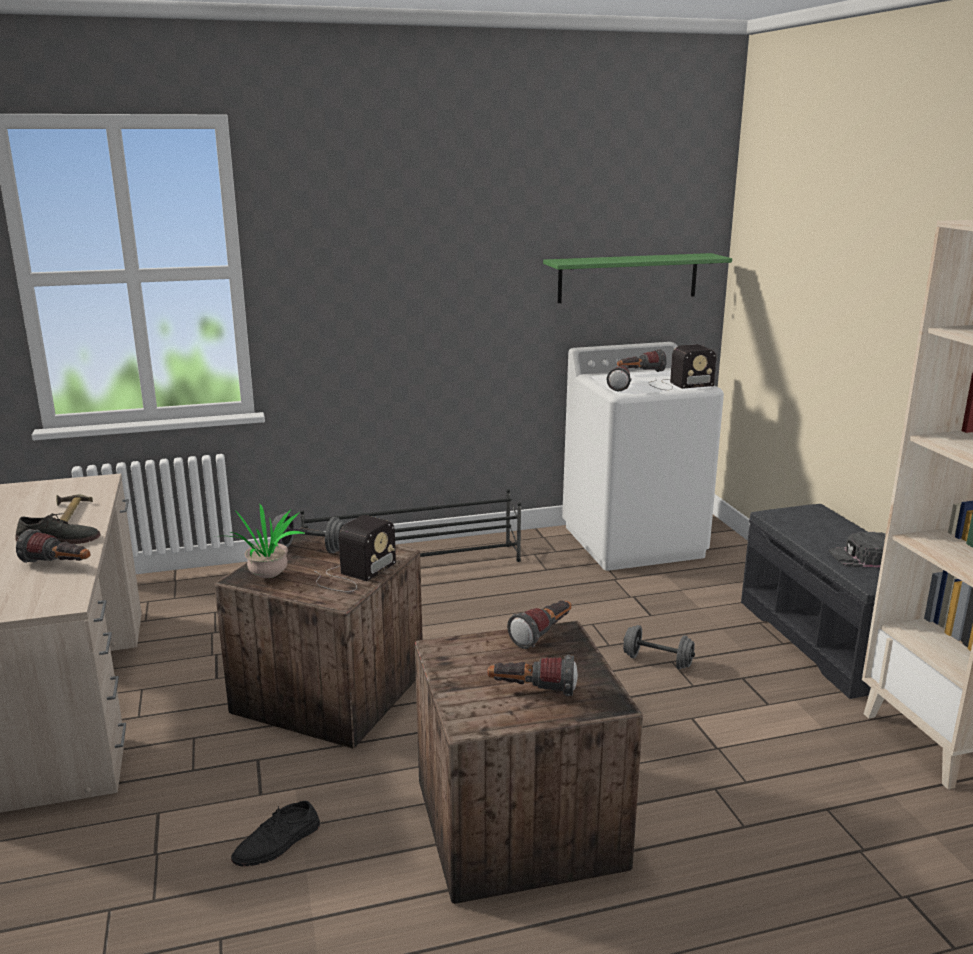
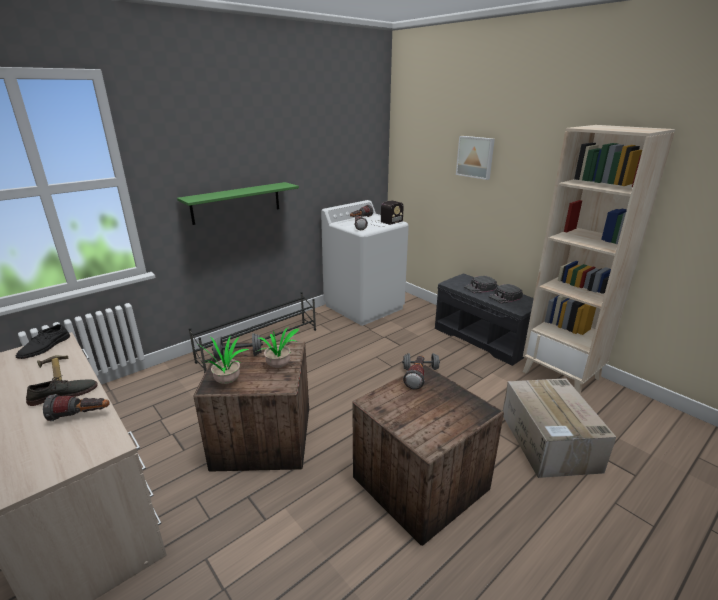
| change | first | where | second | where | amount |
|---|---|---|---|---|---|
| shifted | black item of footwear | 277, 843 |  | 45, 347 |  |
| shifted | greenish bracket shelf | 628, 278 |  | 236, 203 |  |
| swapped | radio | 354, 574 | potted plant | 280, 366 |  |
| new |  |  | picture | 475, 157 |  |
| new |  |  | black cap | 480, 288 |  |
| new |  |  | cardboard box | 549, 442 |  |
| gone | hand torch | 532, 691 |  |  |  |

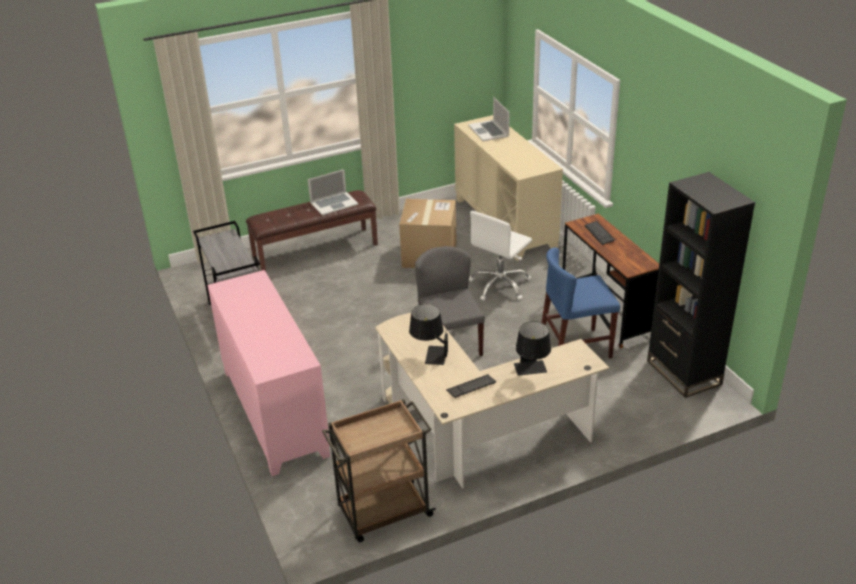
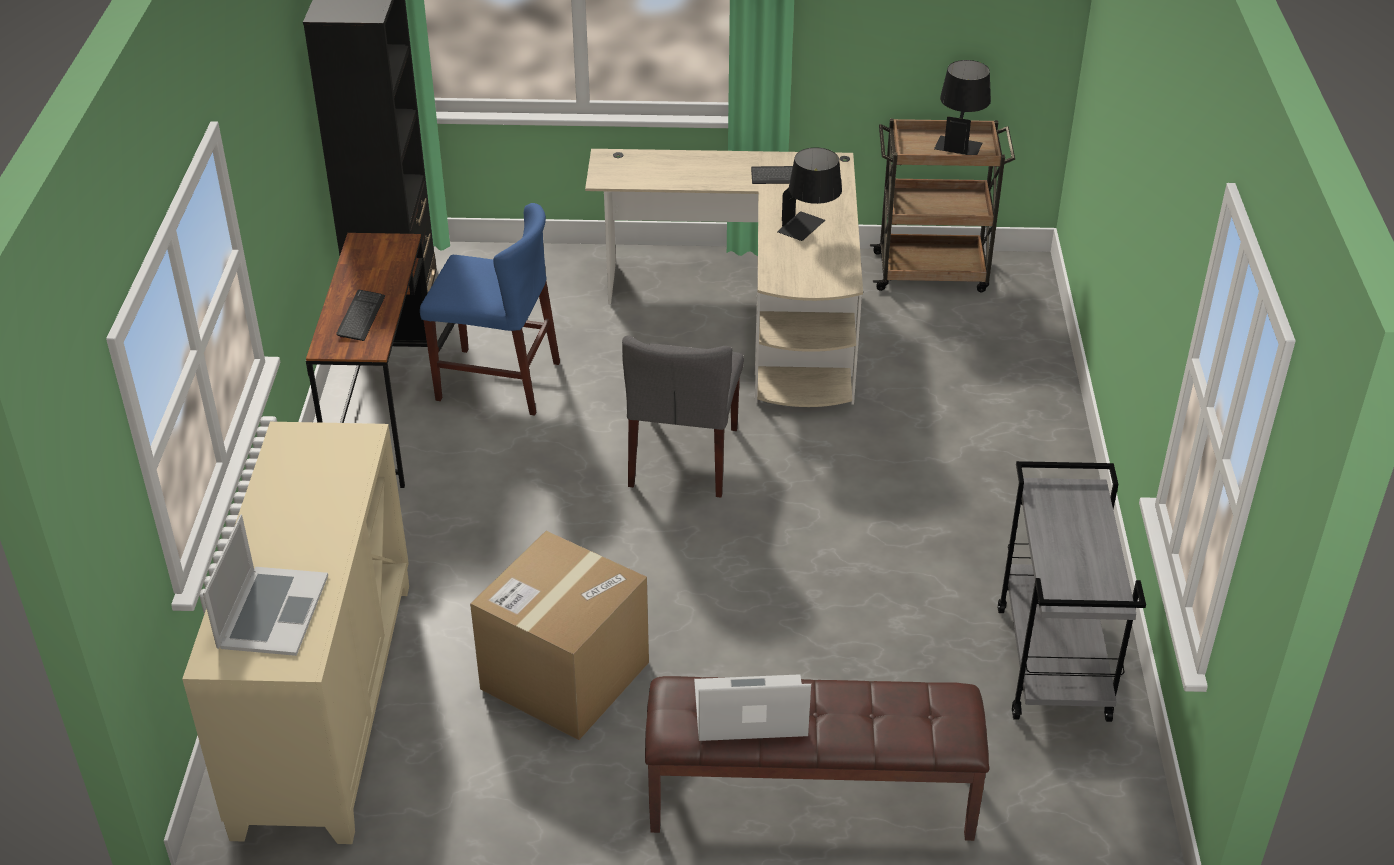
| change | first | where | second | where | amount |
|---|---|---|---|---|---|
| shifted | black lamp for a table | 532, 372 |  | 960, 141 |  |
| gone | pinkish storage cabinet | 273, 412 |  |  |  |
| gone | white office chair | 500, 285 |  |  |  |

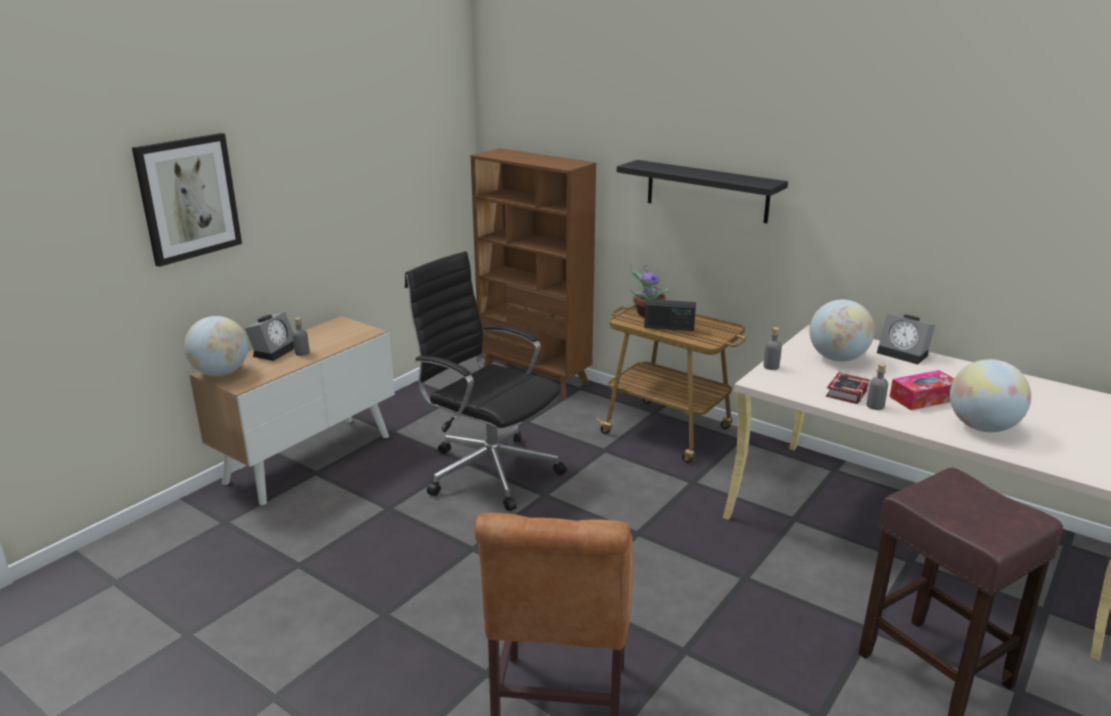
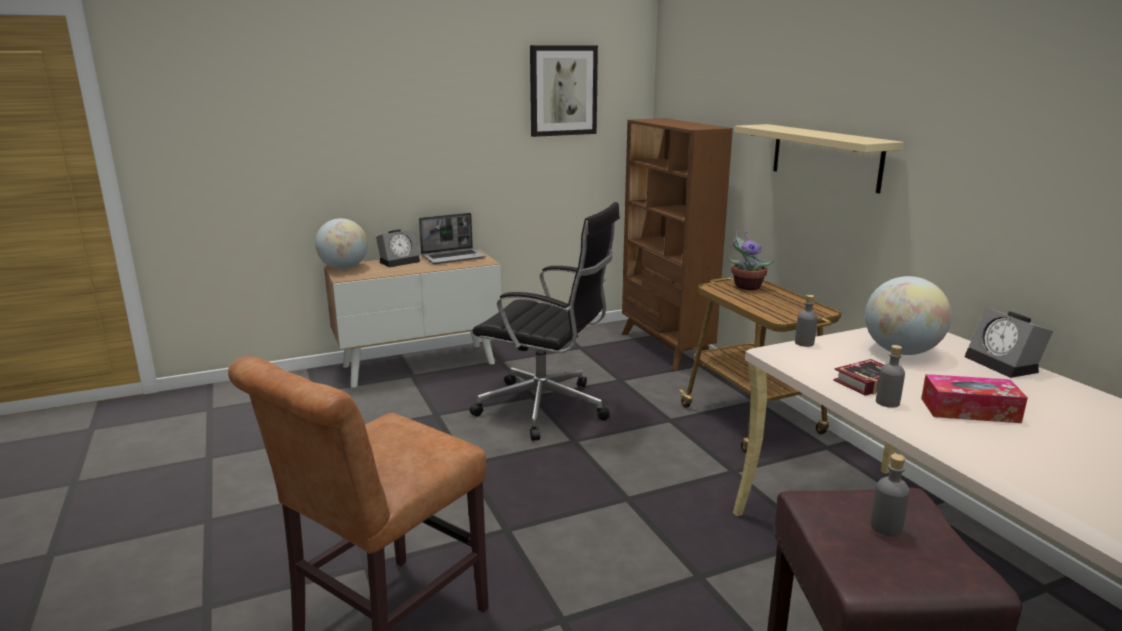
| change | first | where | second | where | amount |
|---|---|---|---|---|---|
| new |  |  | notebook computer | 454, 257 |  |
| rotated | black office chair | 489, 470 |  | 546, 409 | 135 degrees clockwise |
| shifted | picture | 188, 198 |  | 563, 90 |  |
| repainted | black bracket shelf | 707, 191 | beige-coloured bracket shelf | 825, 156 |  |
| shifted | gray drink bottle | 302, 353 |  | 886, 527 |  |
| gone | radio | 669, 327 |  |  |  |
| gone | globe | 982, 427 |  |  |  |

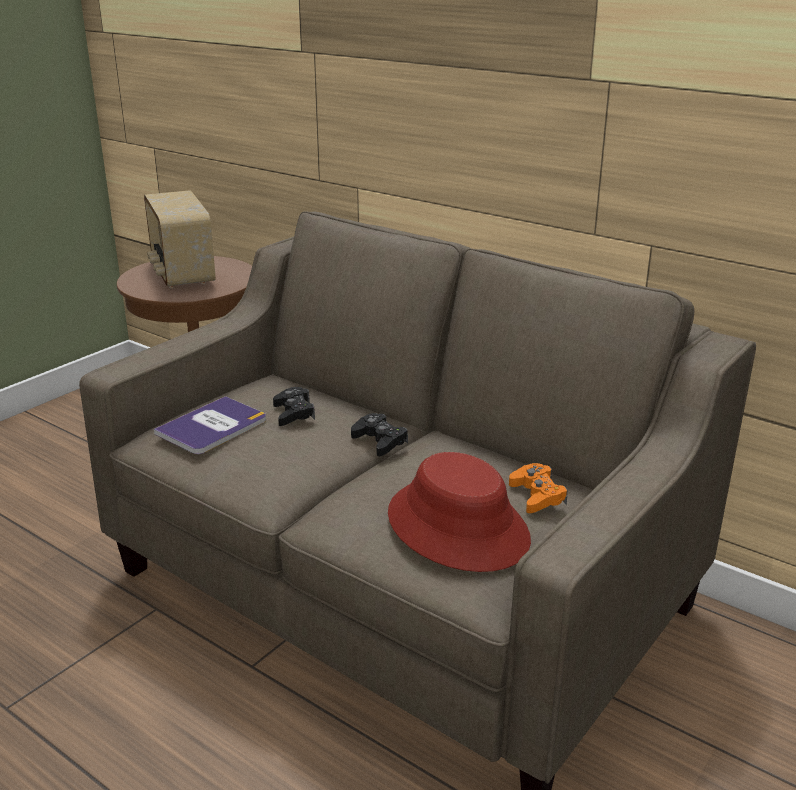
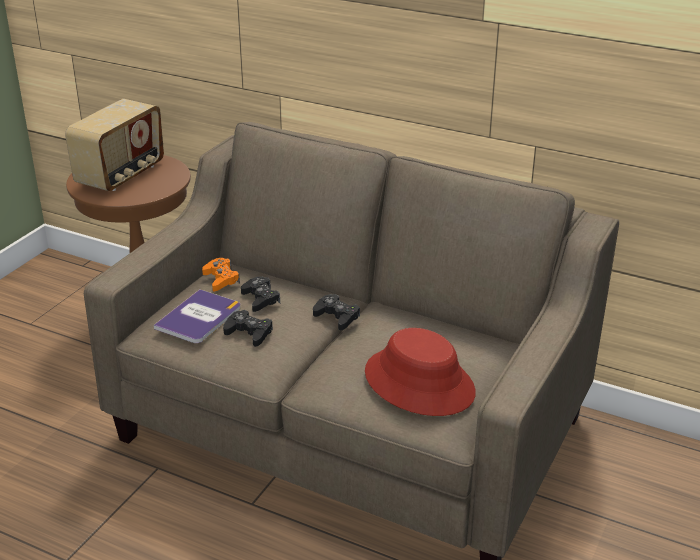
| change | first | where | second | where | amount |
|---|---|---|---|---|---|
| rotated | radio | 181, 274 |  | 122, 175 | 120 degrees counterclockwise |
| shifted | orange-coloured gamepad | 537, 495 |  | 221, 279 |  |
| new |  |  | black gamepad | 249, 333 |  |

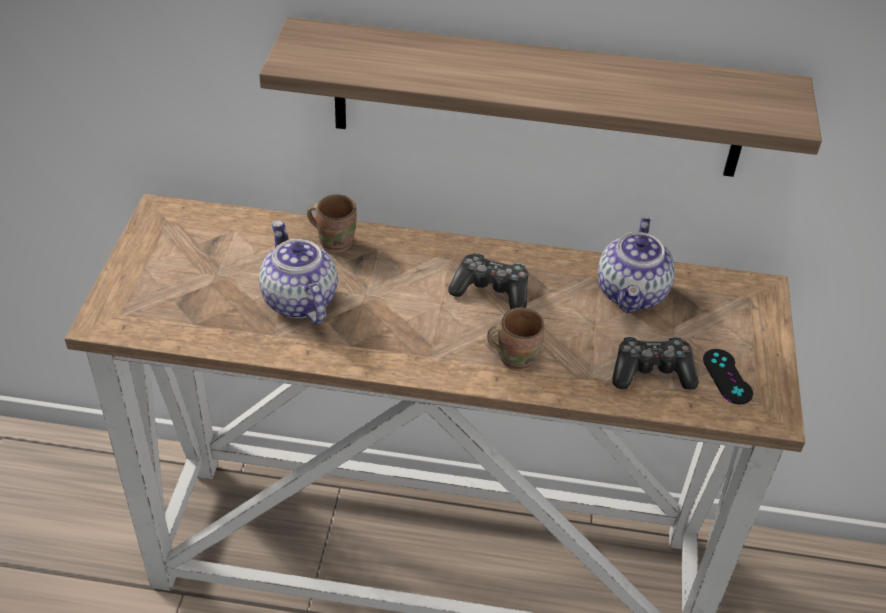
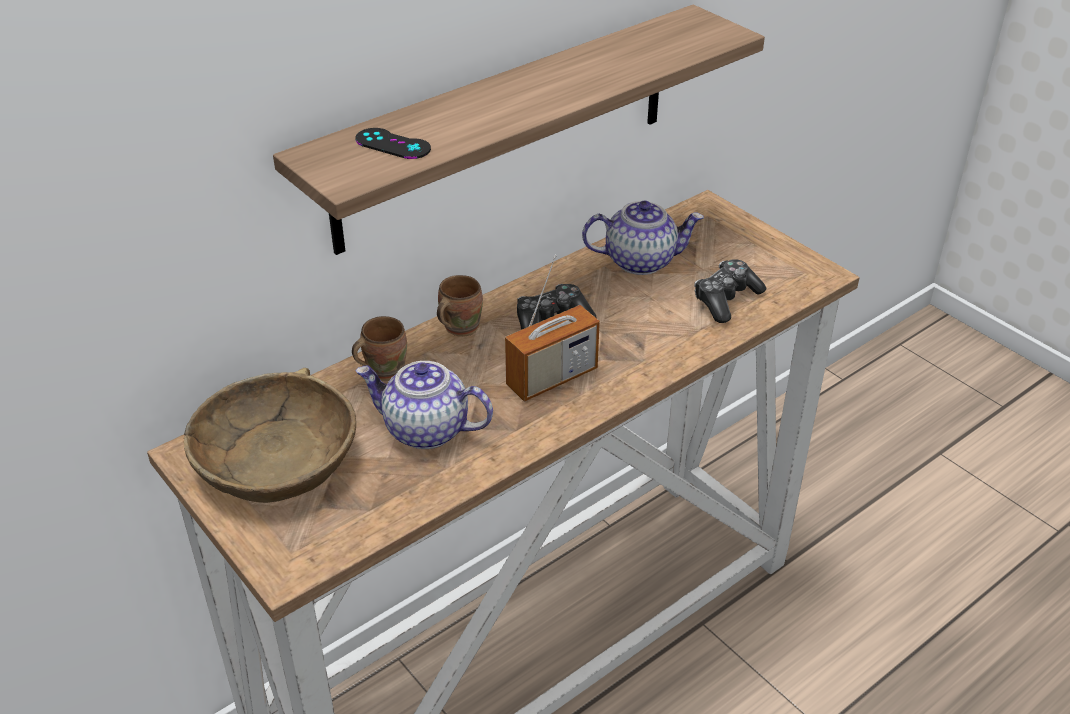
| change | first | where | second | where | amount |
|---|---|---|---|---|---|
| new |  |  | brown serving bowl | 275, 457 |  |
| shifted | black gamepad | 727, 376 |  | 393, 144 |  |
| shifted | brown coffee mug | 514, 357 |  | 458, 327 |  |
| new |  |  | radio | 552, 378 |  |
| rotated | tea pot | 632, 293 |  | 640, 260 | 60 degrees counterclockwise |

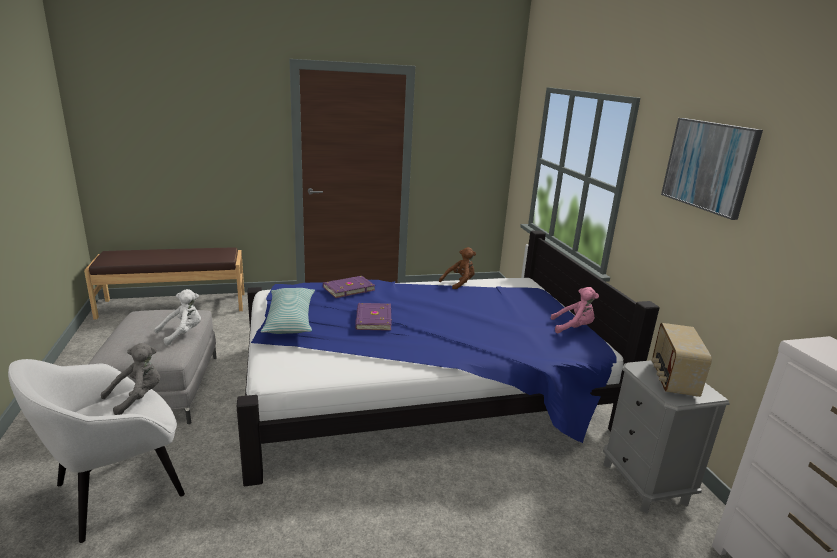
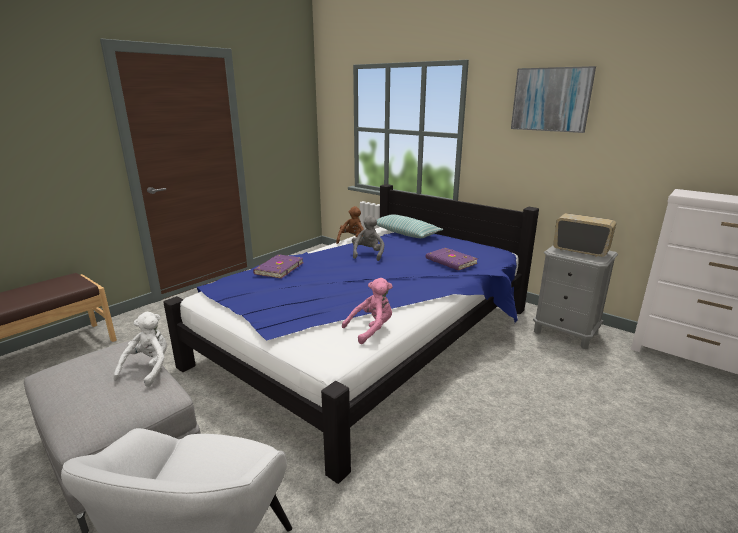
| change | first | where | second | where | amount |
|---|---|---|---|---|---|
| shifted | pinkish soft toy | 573, 328 |  | 371, 329 |  |
| shifted | gray soft toy | 137, 397 |  | 368, 254 |  |
| shifted | pillow | 290, 319 |  | 405, 233 |  |
| shifted | purple book | 372, 319 |  | 450, 261 |  |
| rotated | radio | 672, 380 |  | 580, 251 | 150 degrees clockwise |

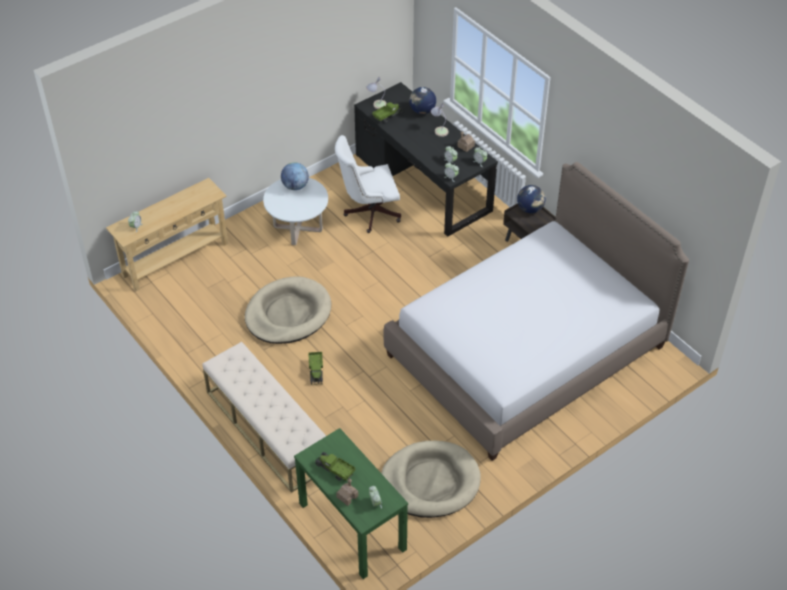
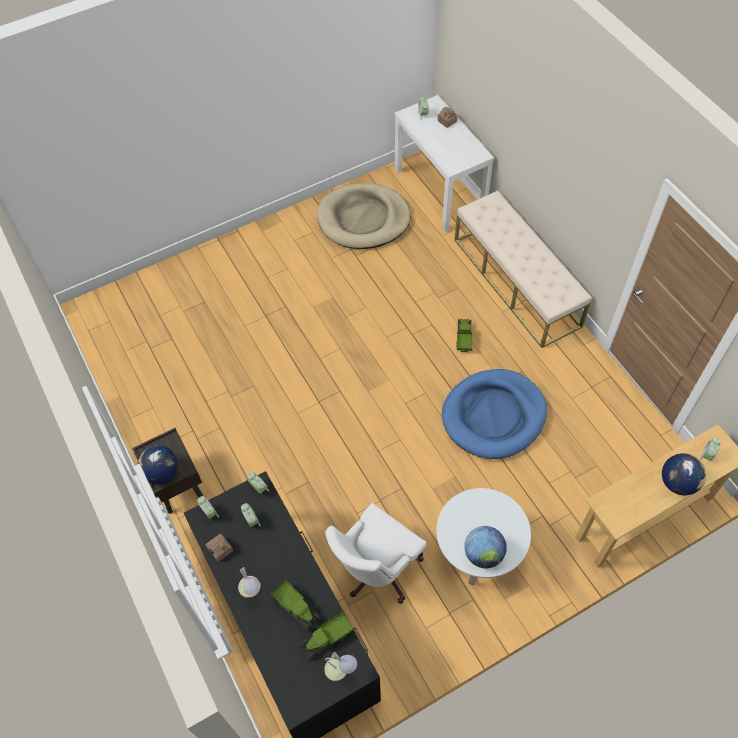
| change | first | where | second | where | amount |
|---|---|---|---|---|---|
| shifted | toy truck | 335, 470 |  | 296, 608 |  |
| rotated | white office chair | 368, 213 |  | 376, 570 | 135 degrees clockwise |
| repainted | greenish hall table | 351, 526 | white hall table | 440, 191 |  |
| repainted | beige-coloured dog bed | 288, 314 | blue dog bed | 493, 416 |  |
| shifted | globe | 422, 111 |  | 678, 483 |  |
| gone | bedroom bed | 526, 351 |  |  |  |

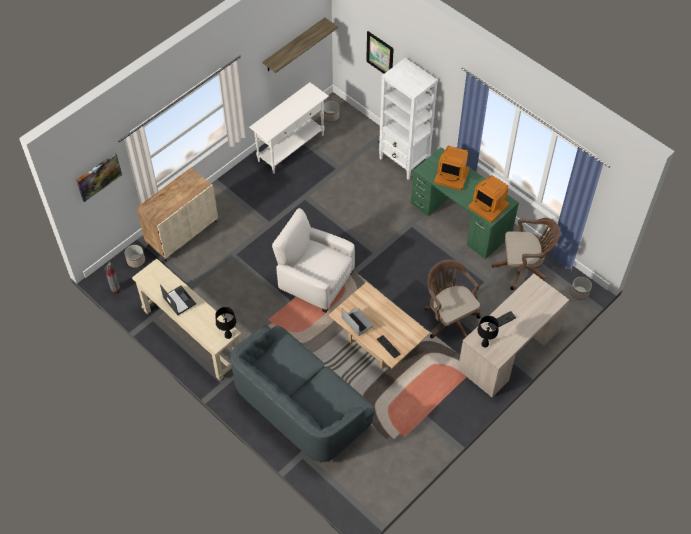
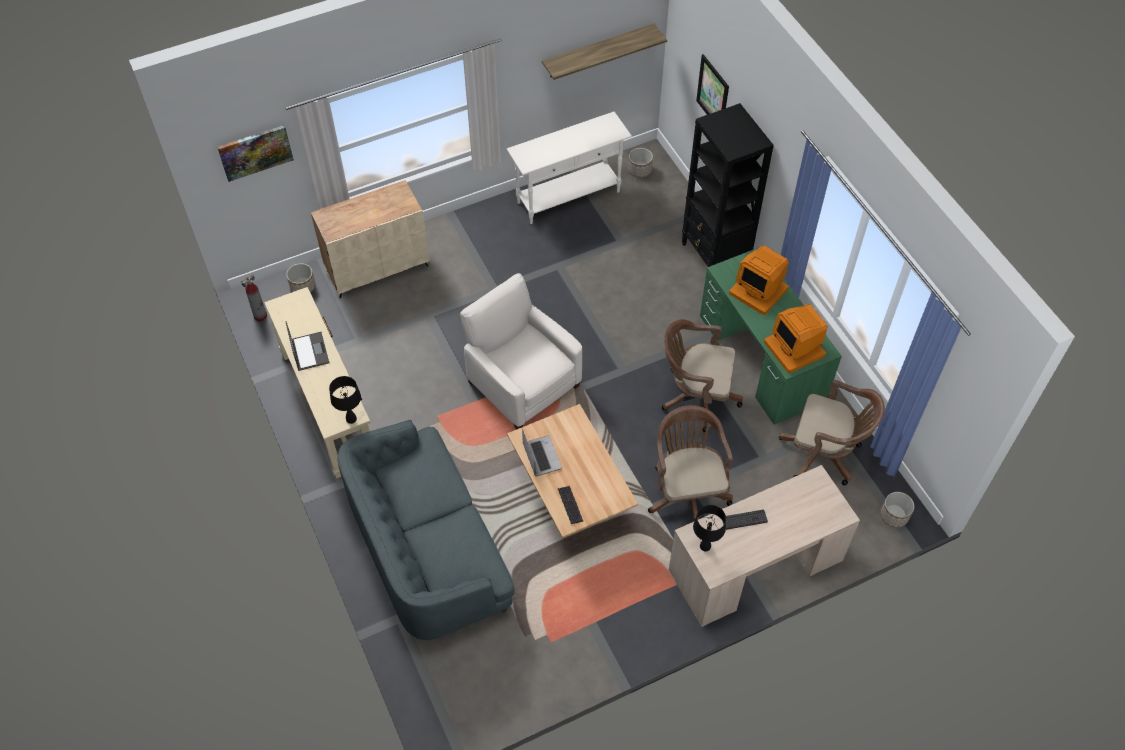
| change | first | where | second | where | amount |
|---|---|---|---|---|---|
| new |  |  | brown office chair | 695, 396 |  |
| repainted | white bookcase | 404, 161 | black bookcase | 715, 256 |  |

